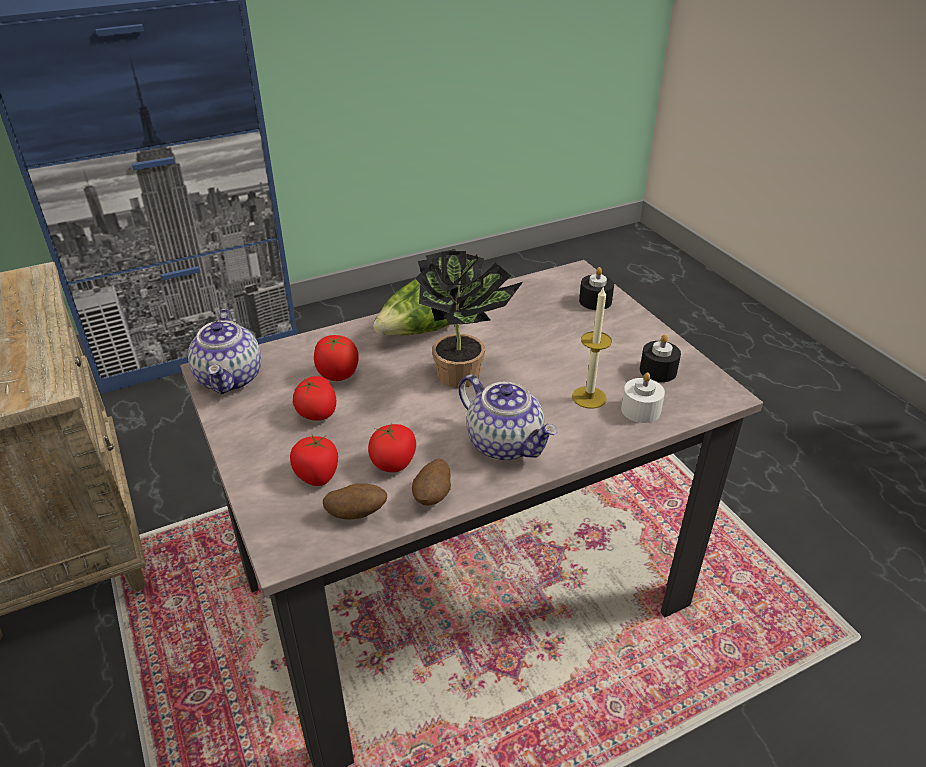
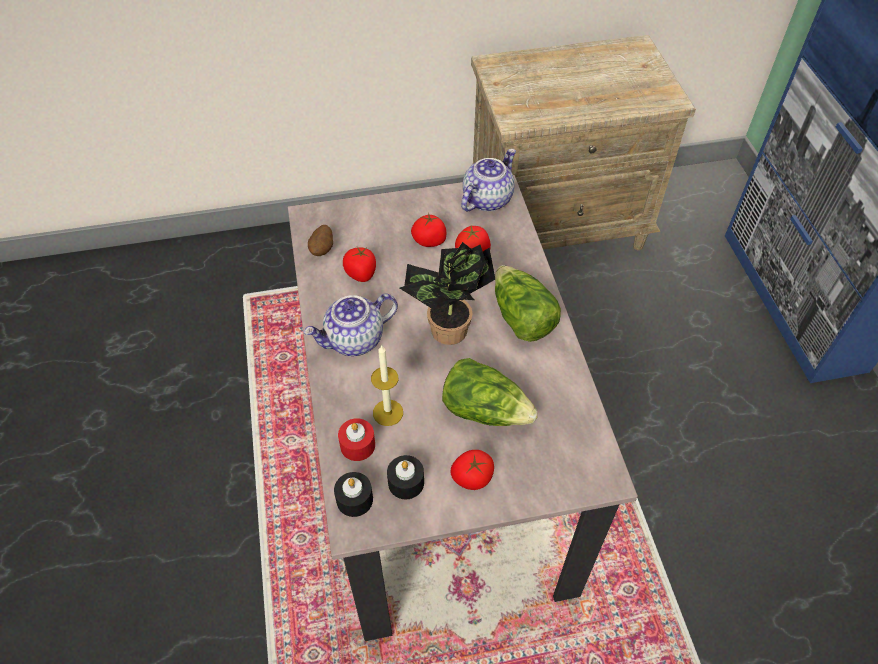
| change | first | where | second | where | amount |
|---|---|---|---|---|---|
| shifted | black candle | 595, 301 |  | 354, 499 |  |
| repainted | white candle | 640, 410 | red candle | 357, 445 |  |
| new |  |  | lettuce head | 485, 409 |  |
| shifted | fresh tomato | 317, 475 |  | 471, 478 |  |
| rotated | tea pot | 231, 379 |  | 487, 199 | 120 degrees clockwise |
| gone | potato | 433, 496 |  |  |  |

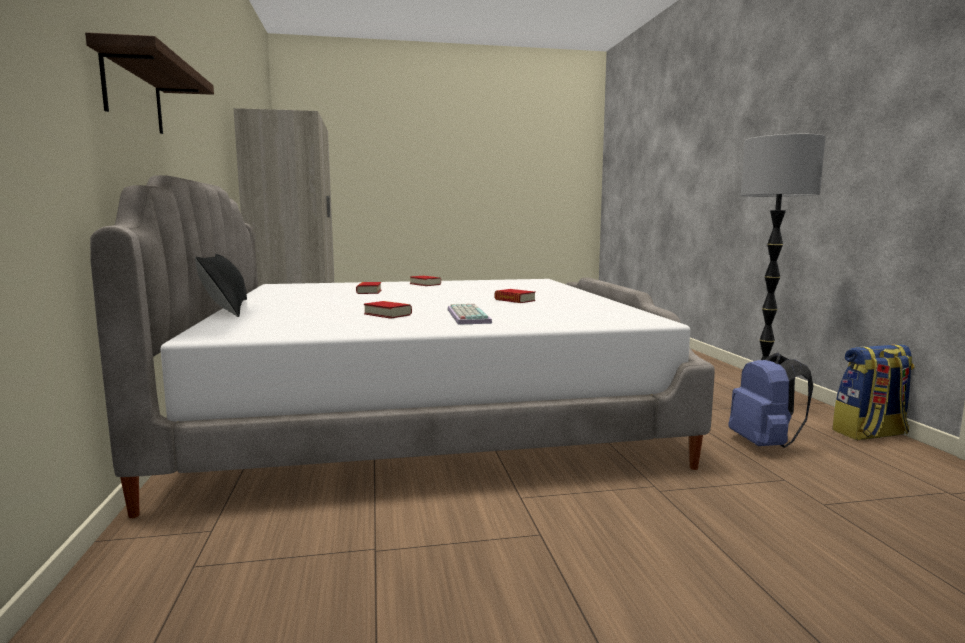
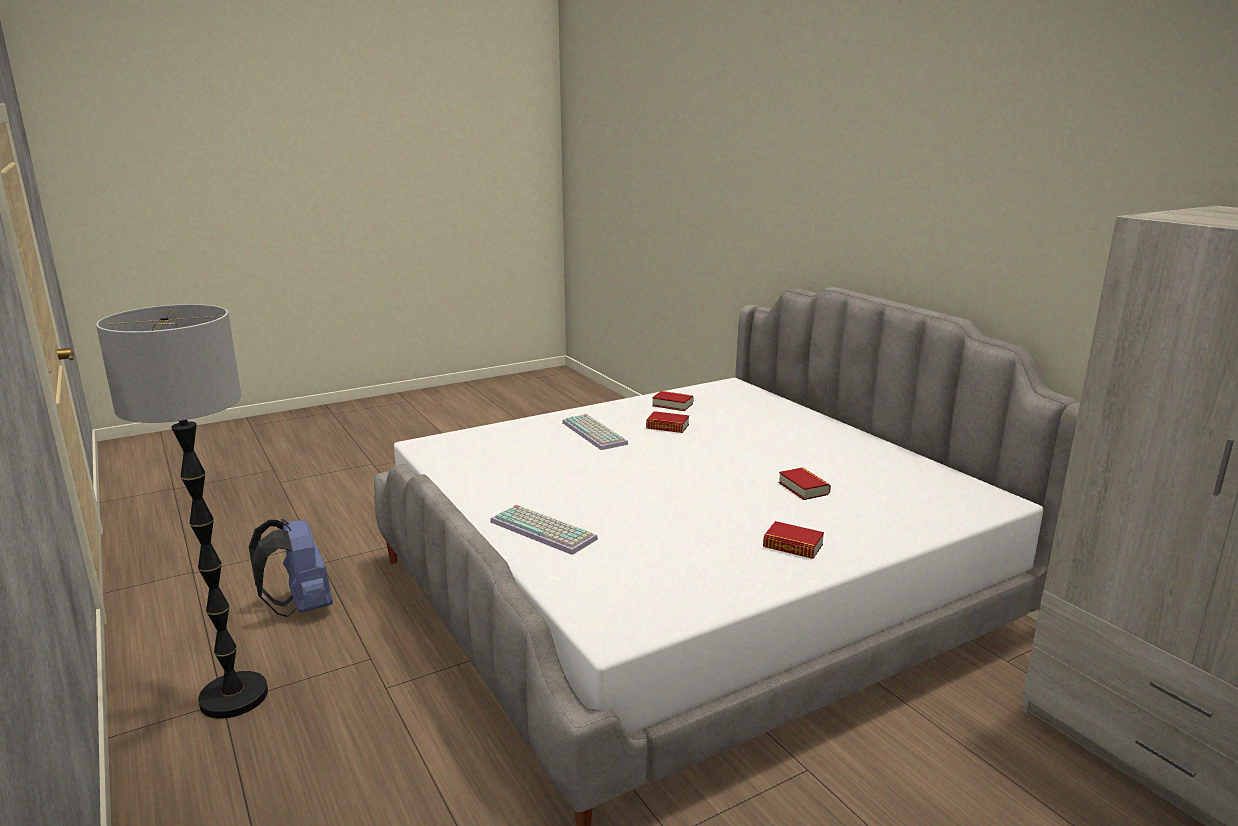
| change | first | where | second | where | amount |
|---|---|---|---|---|---|
| new |  |  | PC keyboard | 545, 530 |  |
| shifted | book | 514, 300 |  | 672, 405 |  |
| gone | bracket shelf | 133, 92 |  |  |  |
| gone | black pillow | 226, 308 |  |  |  |
| gone | knapsack | 870, 434 |  |  |  |

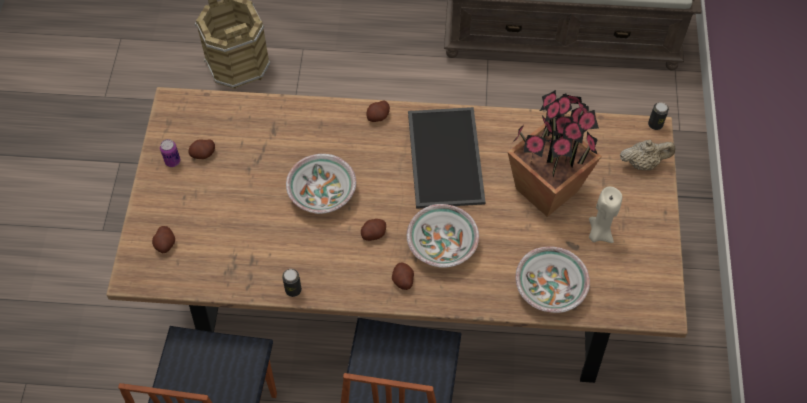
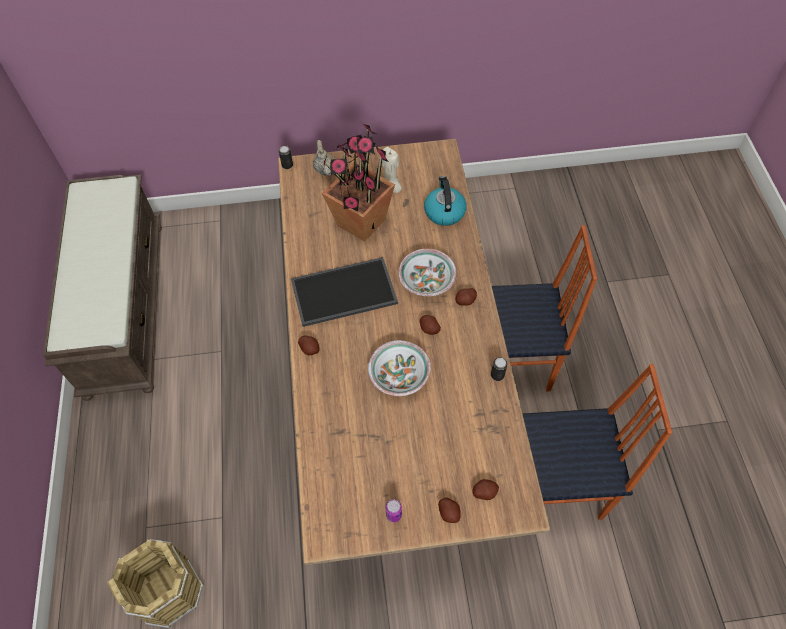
| change | first | where | second | where | amount |
|---|---|---|---|---|---|
| swapped | serving bowl | 549, 287 | kettle | 444, 211 |  |
| shifted | potato | 203, 154 |  | 449, 513 |  |

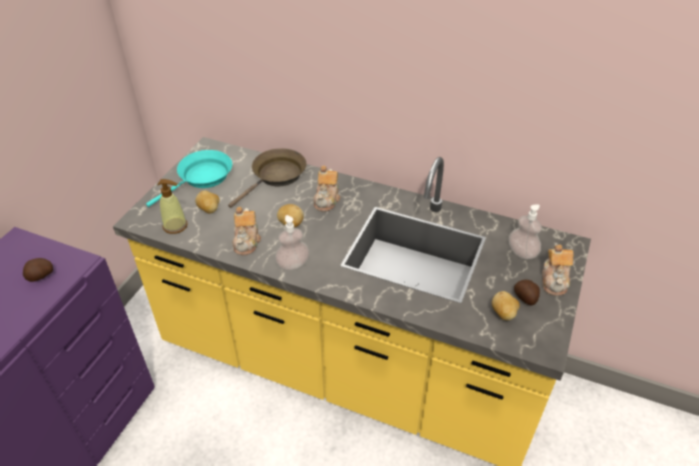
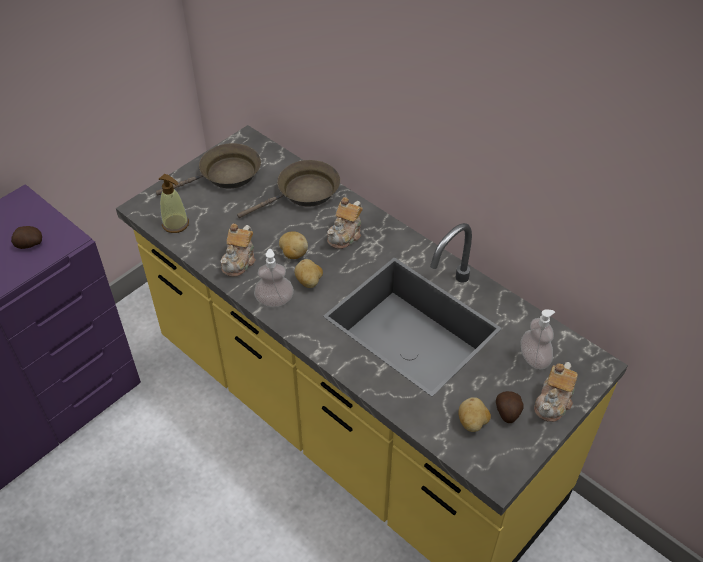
| change | first | where | second | where | amount |
|---|---|---|---|---|---|
| repainted | turquoise-coloured pan | 202, 178 | brown pan | 225, 175 |  |
| shifted | potato | 209, 209 |  | 309, 282 |  |

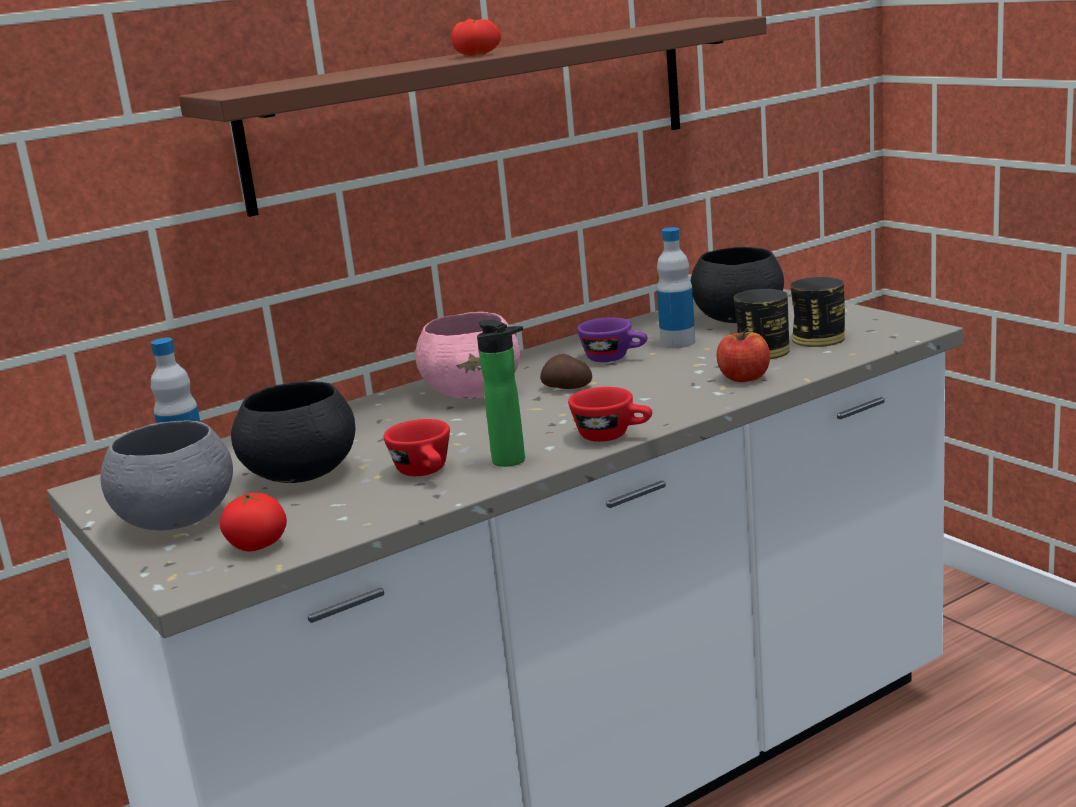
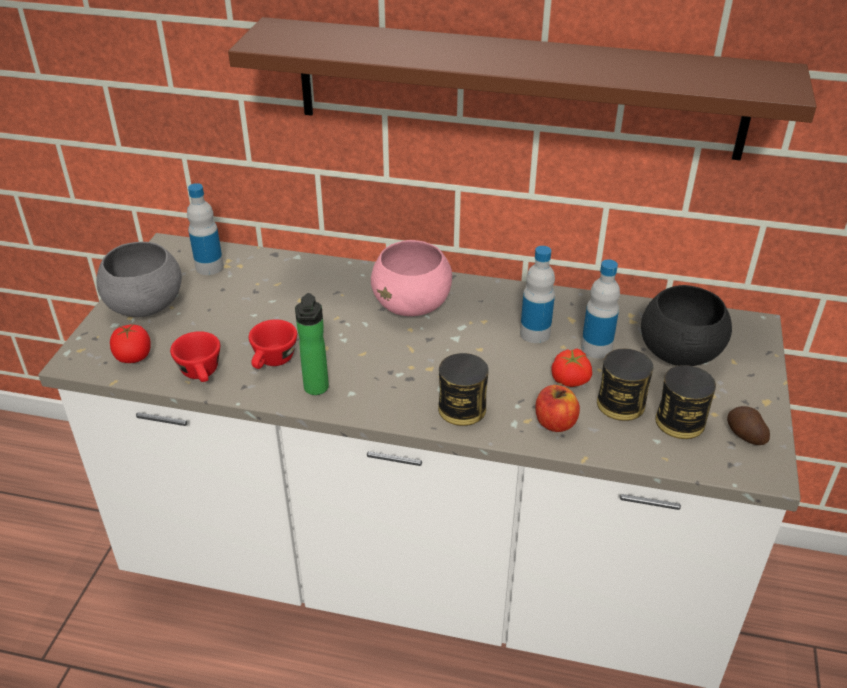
| change | first | where | second | where | amount |
|---|---|---|---|---|---|
| shifted | red small cup | 613, 435 |  | 202, 374 |  |
| new |  |  | can | 462, 409 |  |
| swapped | purple small cup | 614, 358 | drink bottle | 535, 333 |  |
| shifted | fresh tomato | 478, 54 |  | 571, 379 |  |
| shifted | potato | 566, 387 |  | 744, 435 |  |
| gone | black serving bowl | 302, 475 |  |  |  |

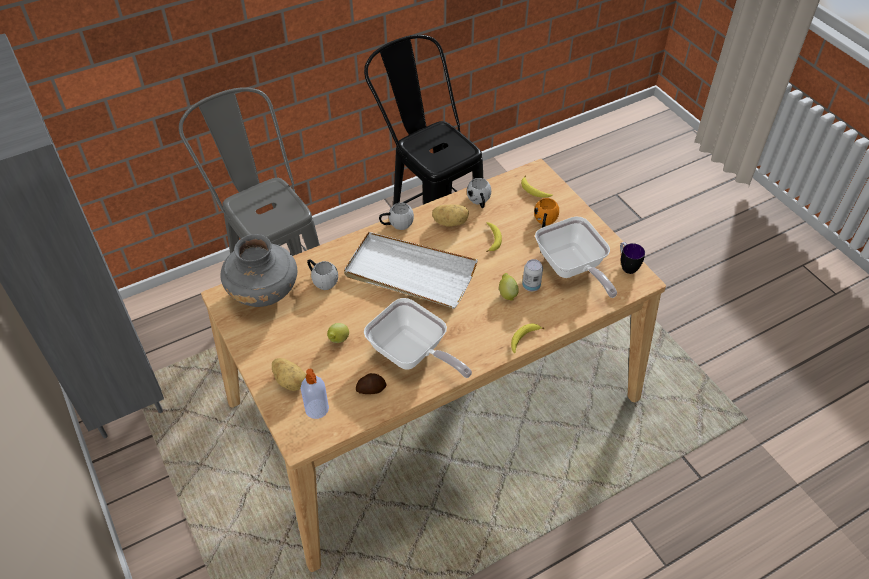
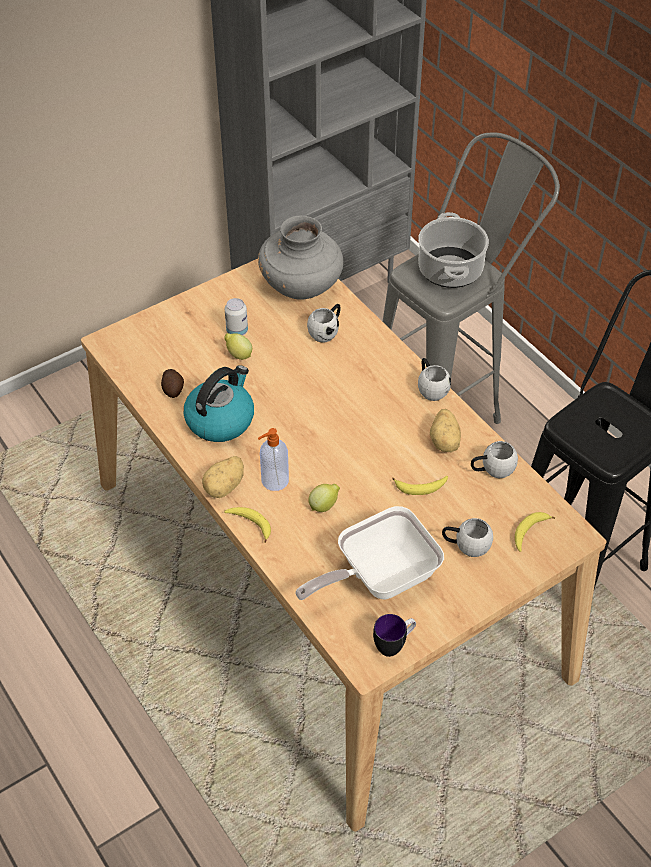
| change | first | where | second | where | amount |
|---|---|---|---|---|---|
| swapped | pan | 412, 355 | kettle | 220, 419 |  |
| shifted | potato | 291, 381 |  | 225, 487 |  |
| shifted | can | 531, 286 |  | 237, 331 |  |
| shifted | soap bottle | 317, 410 |  | 274, 481 |  |
| new |  |  | stockpot | 451, 270 |  |
| repainted | orange-coloured coffee mug | 544, 222 | white coffee mug | 466, 545 |  |
| gone | white tray | 409, 273 |  |  |  |

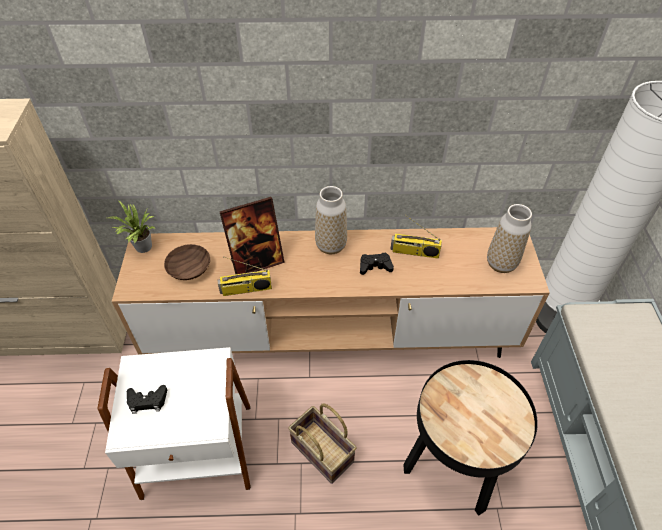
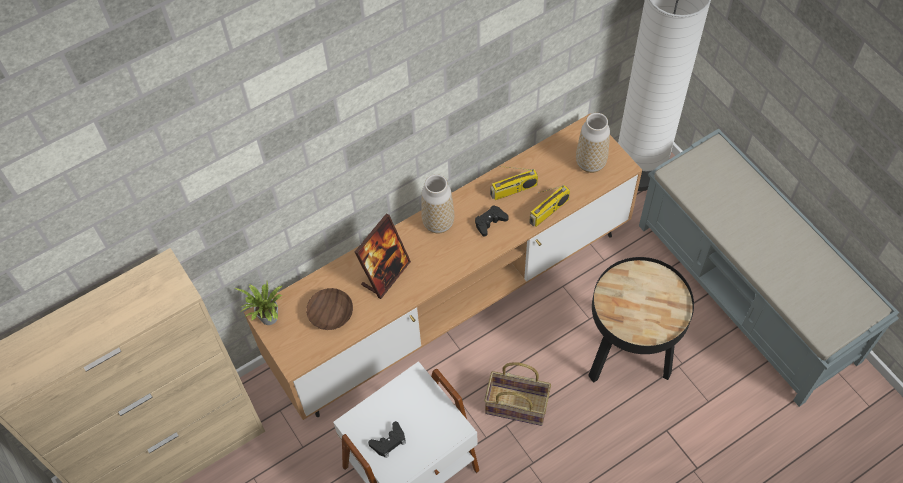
| change | first | where | second | where | amount |
|---|---|---|---|---|---|
| shifted | radio | 246, 289 |  | 549, 211 |  |

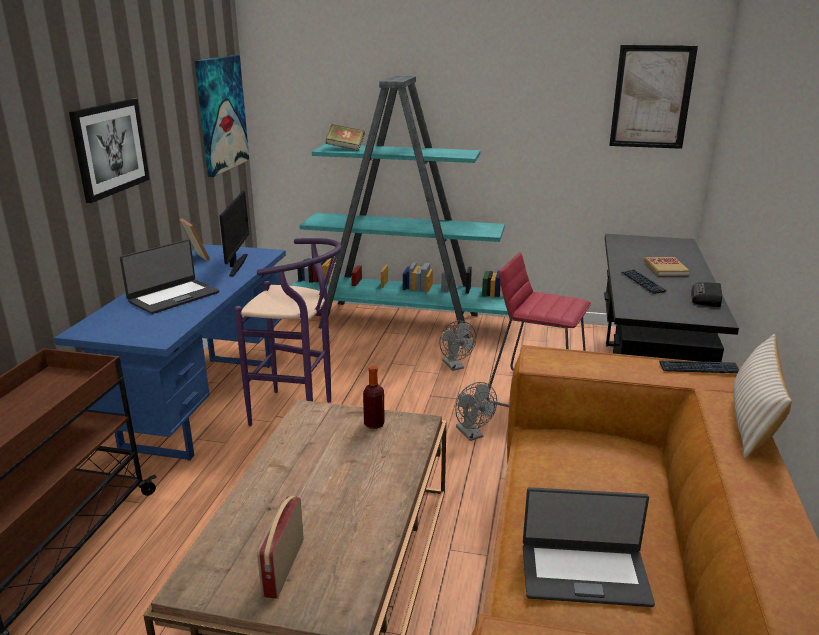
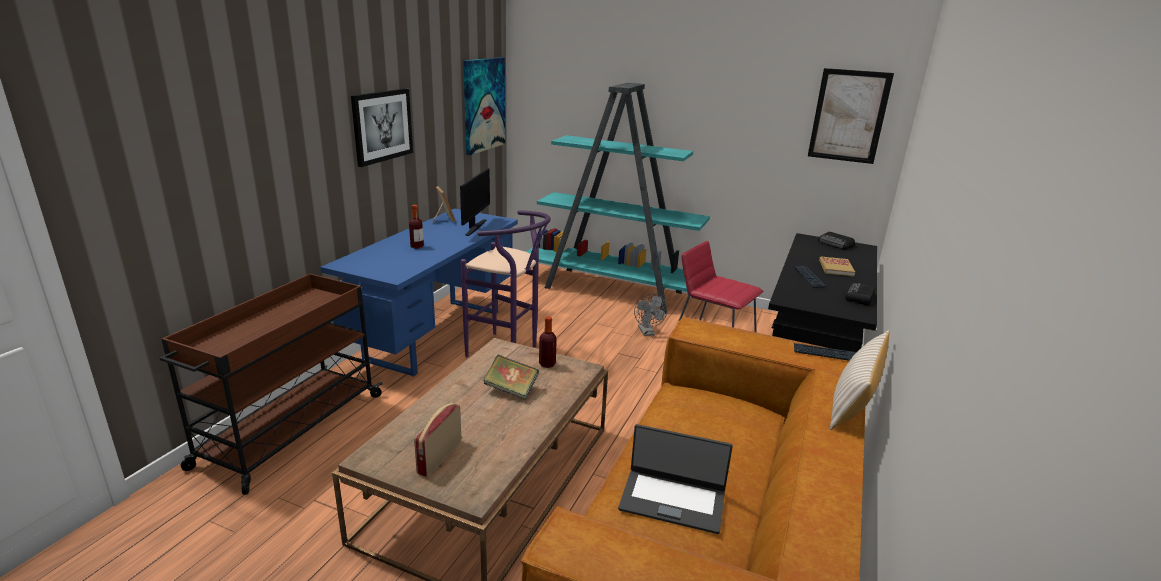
| change | first | where | second | where | amount |
|---|---|---|---|---|---|
| swapped | notebook computer | 173, 297 | drink bottle | 417, 246 |  |
| shifted | book | 345, 148 |  | 511, 390 |  |
| new |  |  | radio | 836, 244 |  |
| gone | gray cooling fan | 472, 435 |  |  |  |

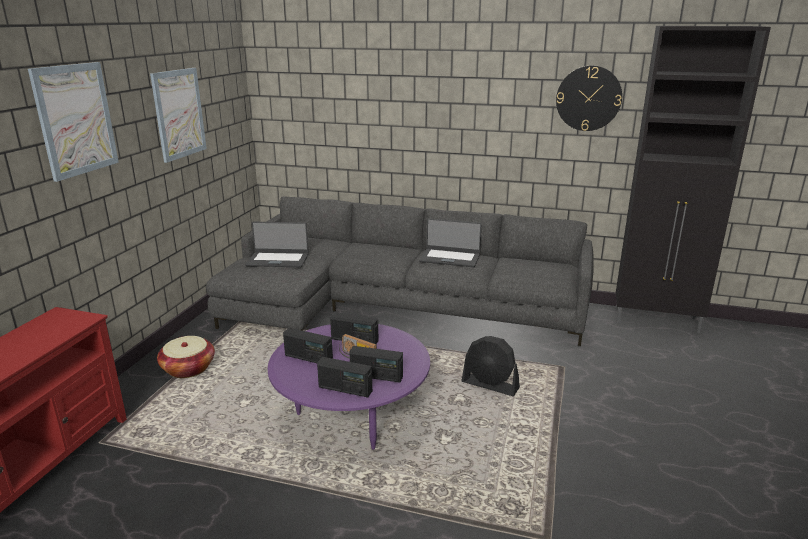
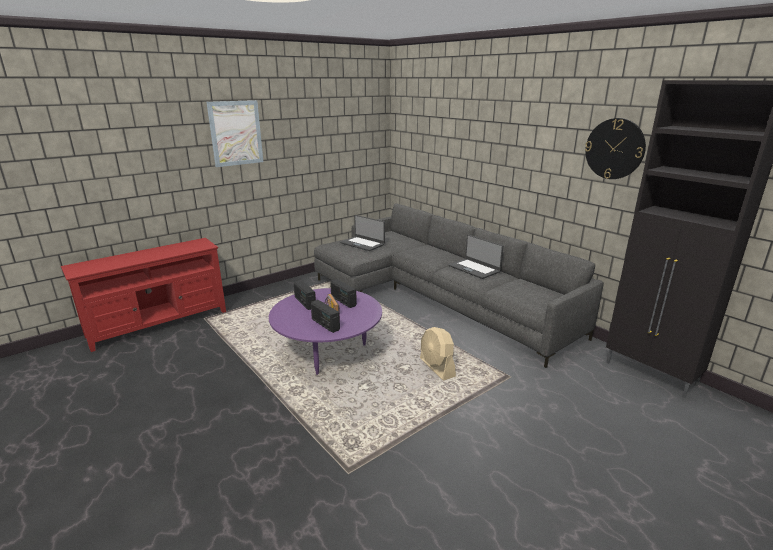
| change | first | where | second | where | amount |
|---|---|---|---|---|---|
| repainted | black cooling fan | 490, 385 | beige-coloured cooling fan | 437, 368 |  |
| gone | picture | 179, 114 |  |  |  |
| gone | basket | 188, 369 |  |  |  |
| gone | radio | 345, 389 |  |  |  |

